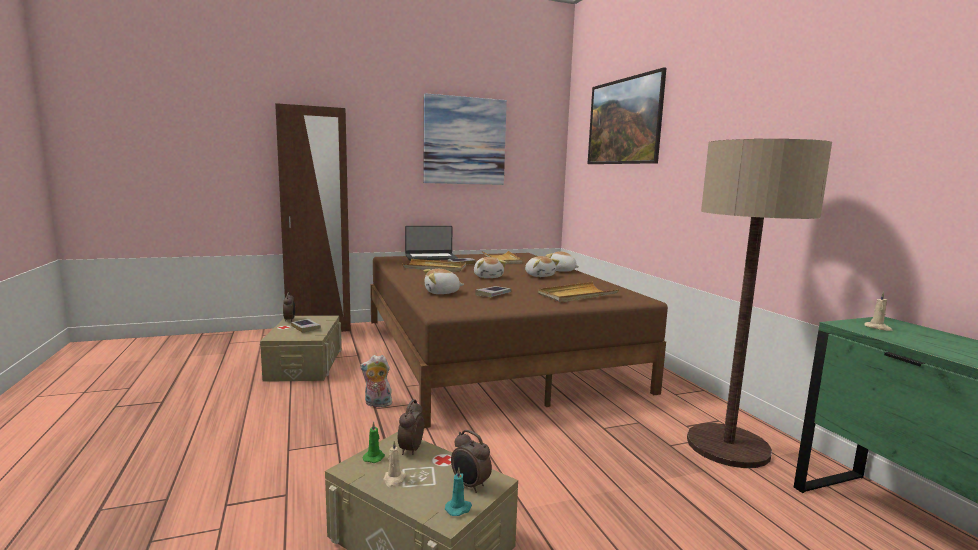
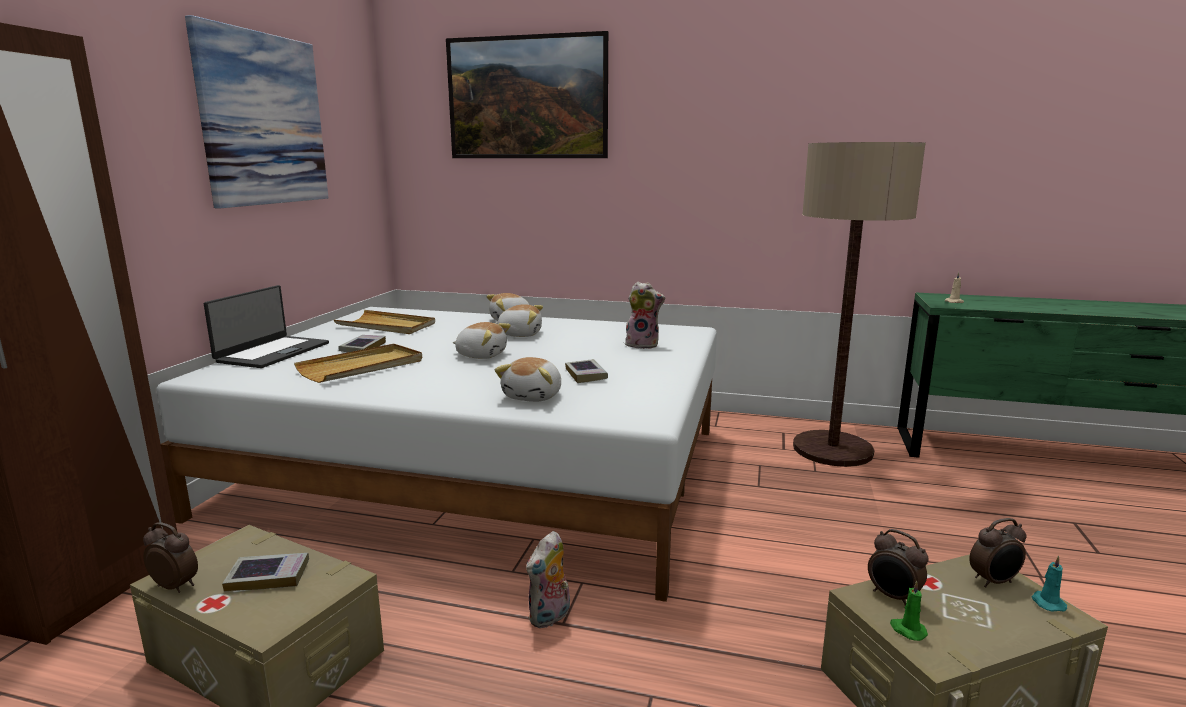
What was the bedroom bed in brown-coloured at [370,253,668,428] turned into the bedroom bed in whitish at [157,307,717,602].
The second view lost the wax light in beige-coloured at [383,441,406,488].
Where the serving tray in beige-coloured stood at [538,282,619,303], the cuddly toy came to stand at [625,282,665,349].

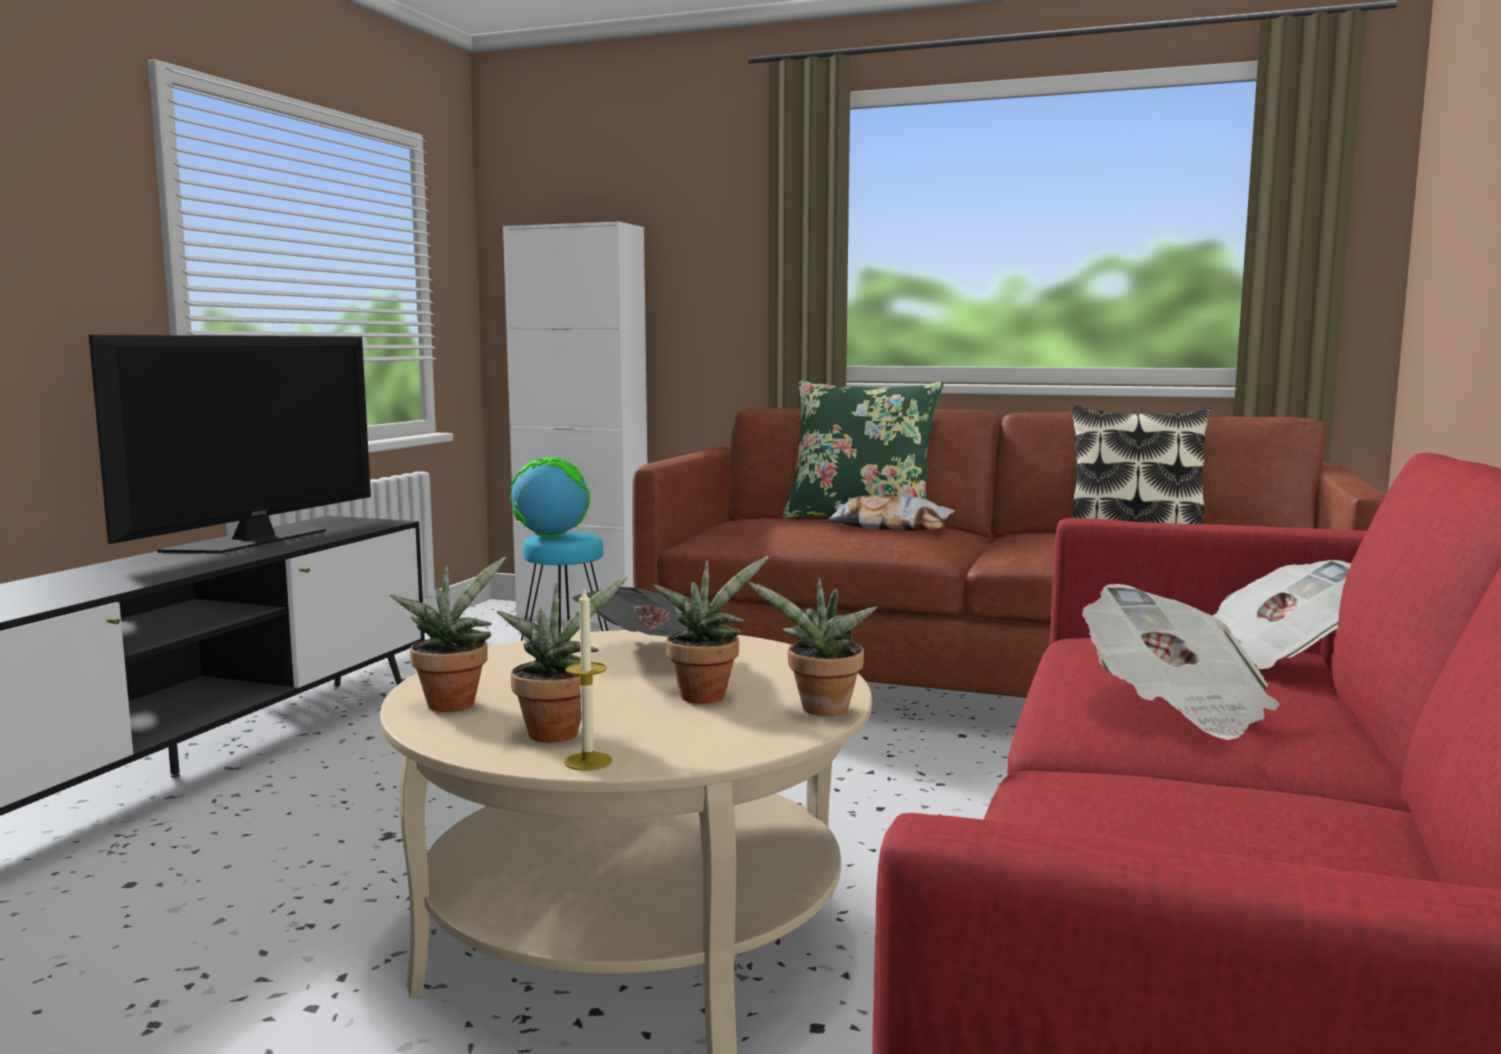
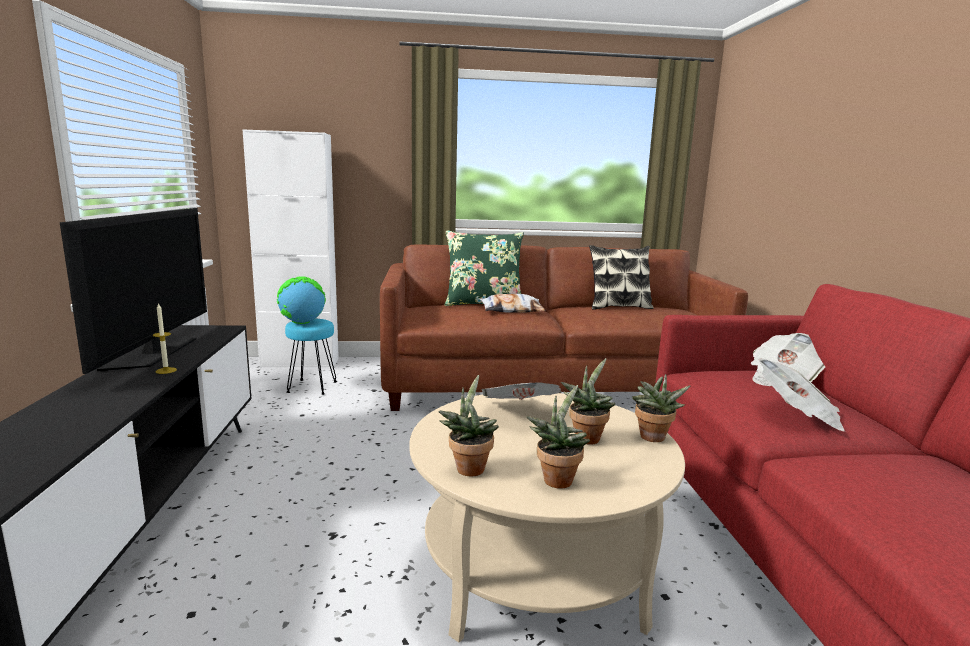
The wax light ended up elsewhere, having gone from [564,587,612,771] to [153,303,177,374].

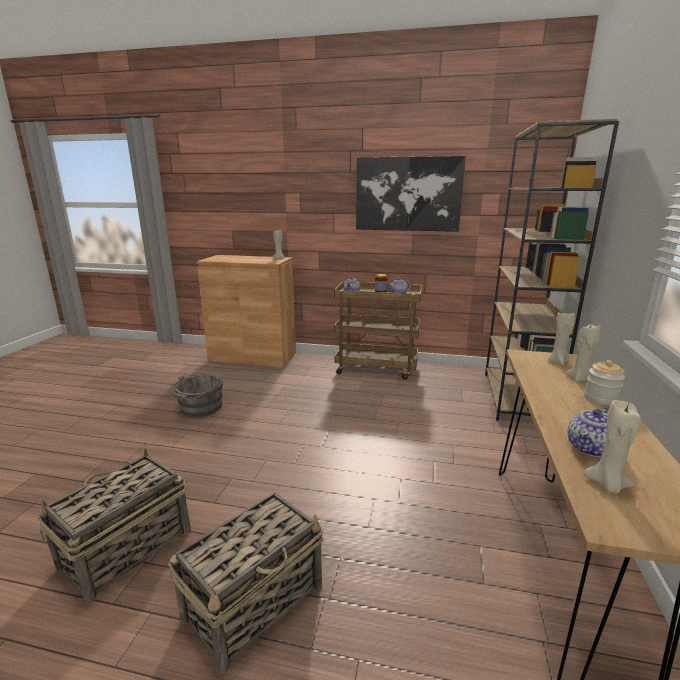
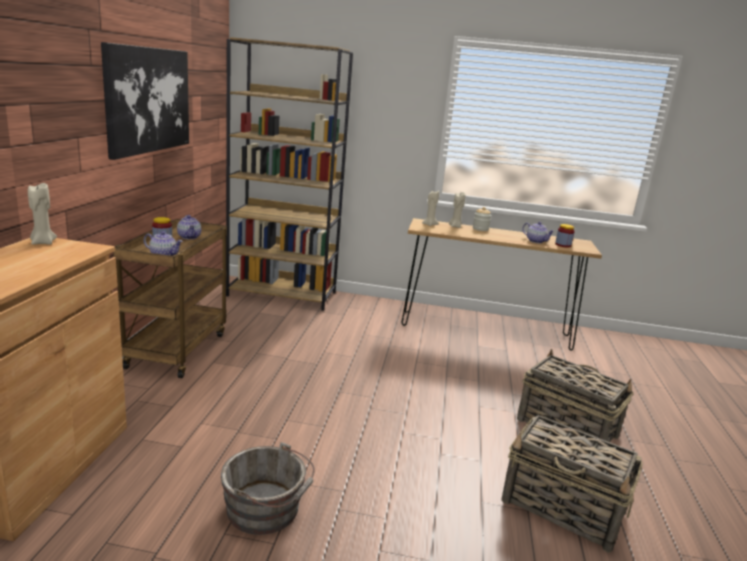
Where the wax light in beige-coloured stood at [583,400,641,493], the jar came to stand at [555,224,575,247].

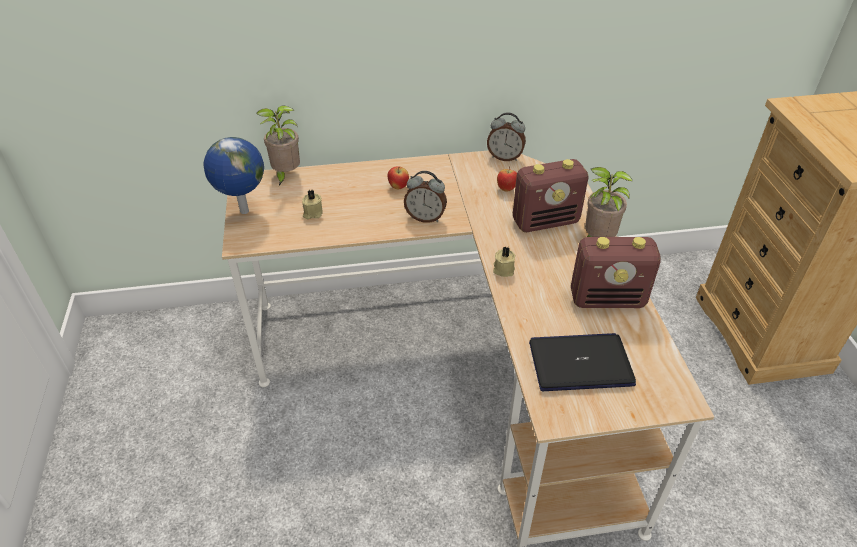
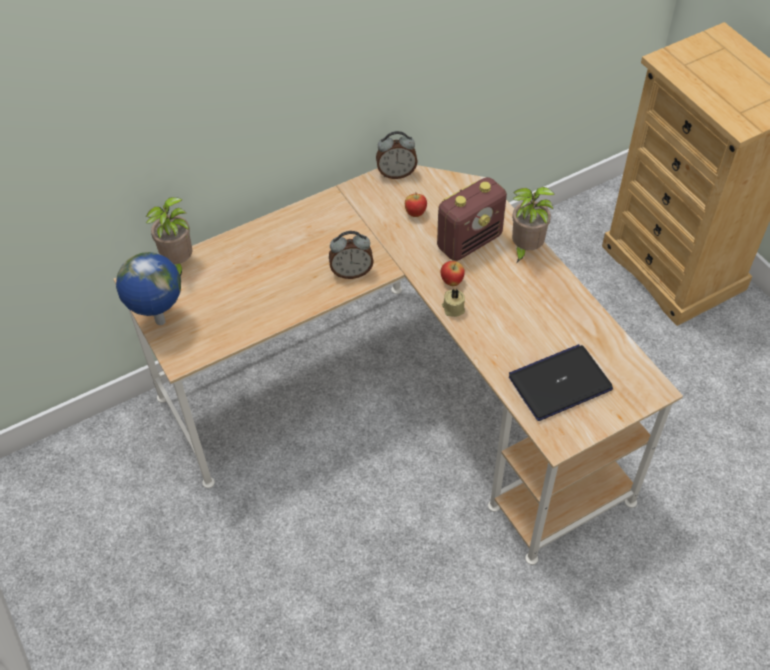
The second view lost the wax light in beige-coloured at [302,190,323,219].
The apple fruit ended up elsewhere, having gone from [388,166,409,189] to [441,261,465,286].
The second view lost the radio at [571,237,661,308].

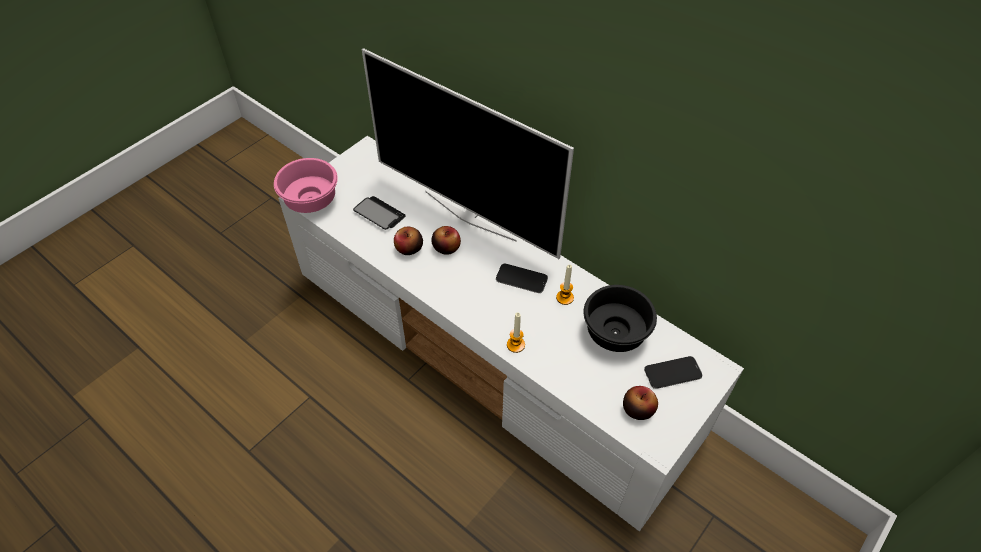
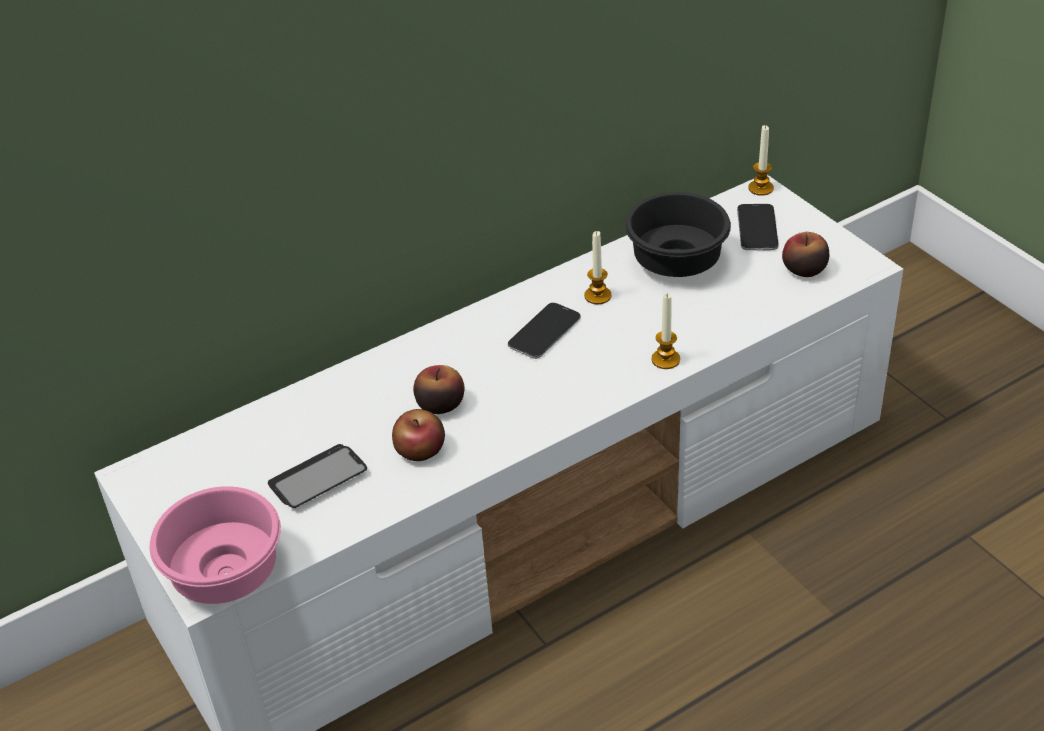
The second view lost the TV set at [362,48,574,259].
The second view gained the wax light at [749,125,774,196].

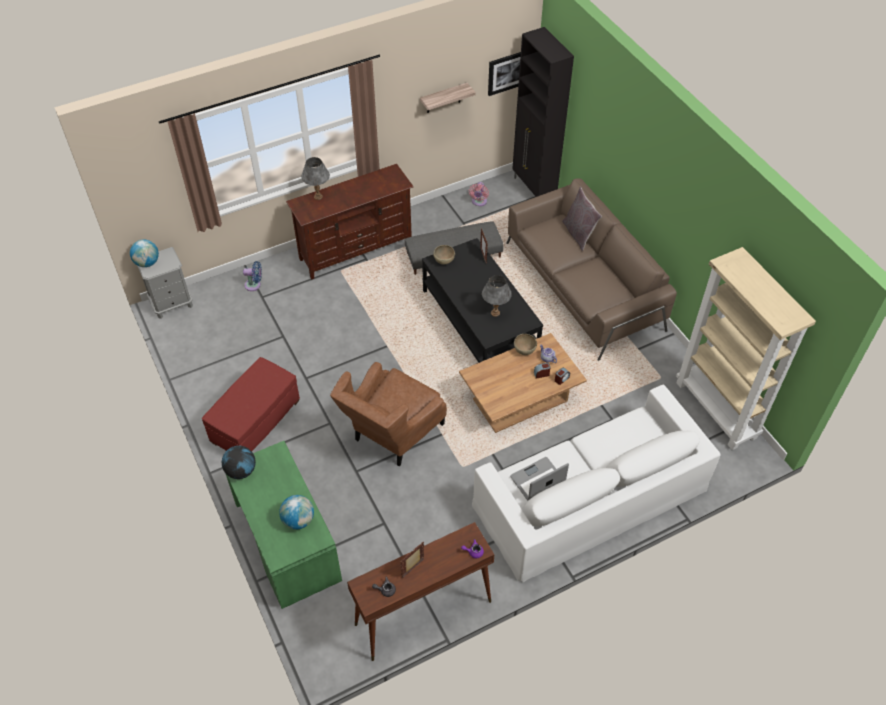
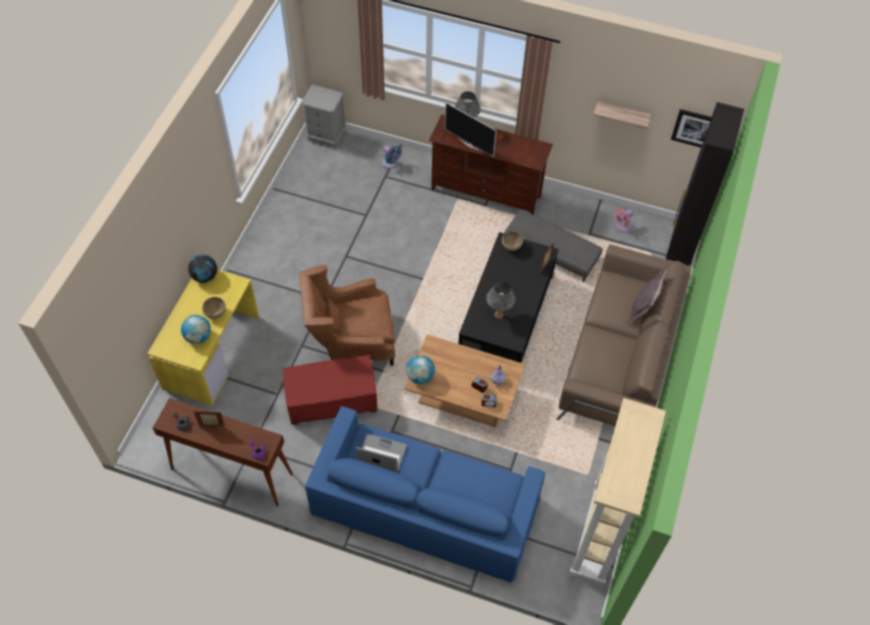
The globe ended up elsewhere, having gone from [130,239,159,267] to [406,355,435,384].
The footrest in reddish ended up elsewhere, having gone from [202,357,300,451] to [283,355,377,425].
What was the desk table in green-coloured at [226,441,342,609] turned into the desk table in yellow-coloured at [147,269,259,406].
What was the couch in whitish at [472,384,721,583] turned into the couch in bluish at [305,406,545,583].
The bowl in brown-coloured ended up elsewhere, having gone from [514,334,537,355] to [202,297,226,319].
The second view gained the TV set at [445,102,497,157].

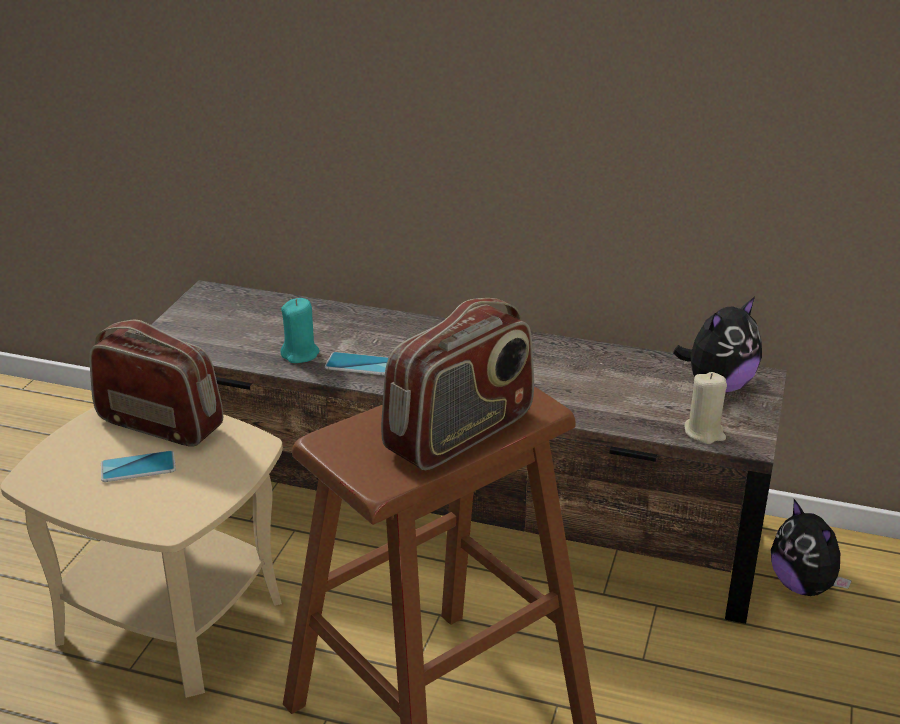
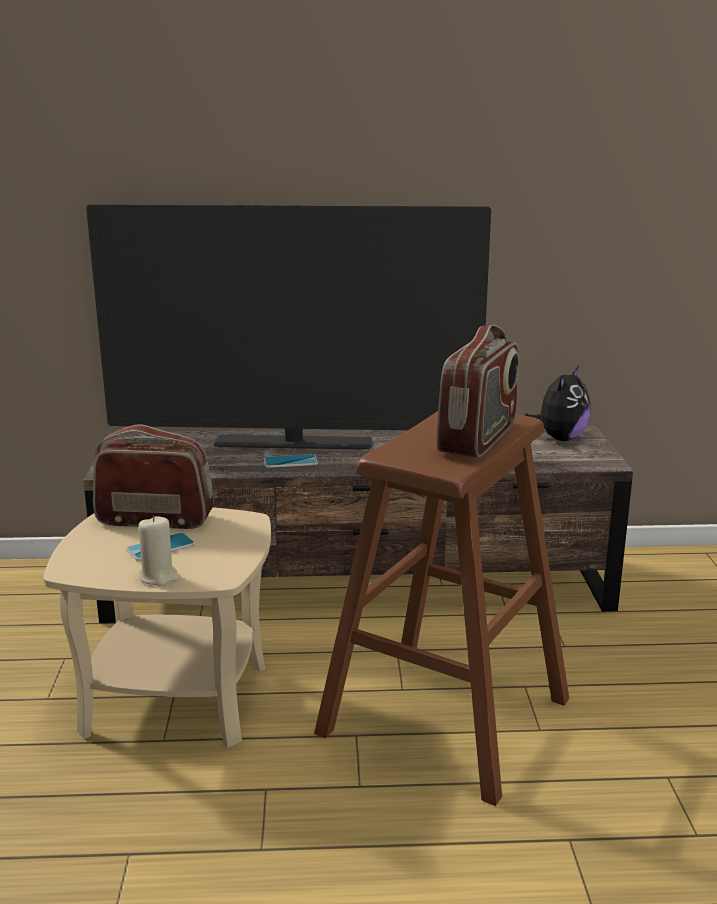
The second view lost the wax light in blue-green at [280,298,320,363].
The wax light in beige-coloured ended up elsewhere, having gone from [685,372,727,444] to [138,516,179,586].
The second view lost the cuddly toy at [771,499,852,596].
The second view gained the TV set at [86,204,491,449].

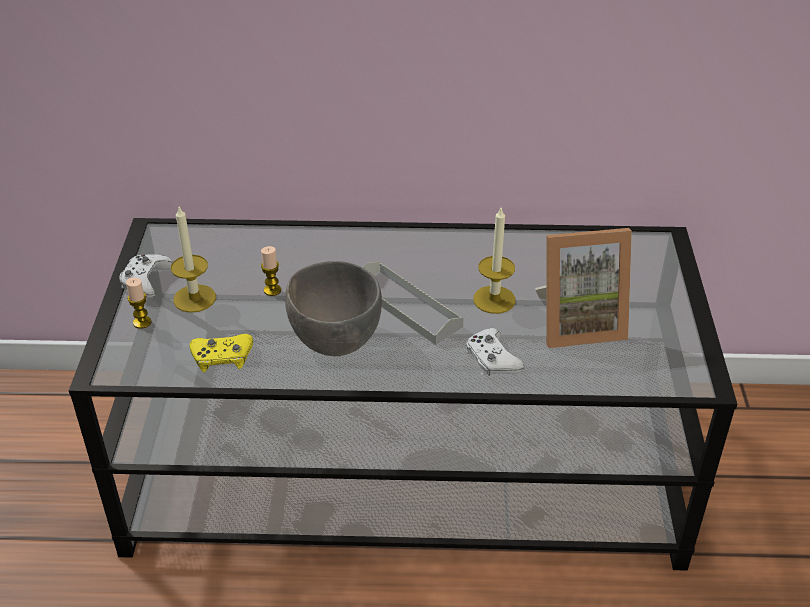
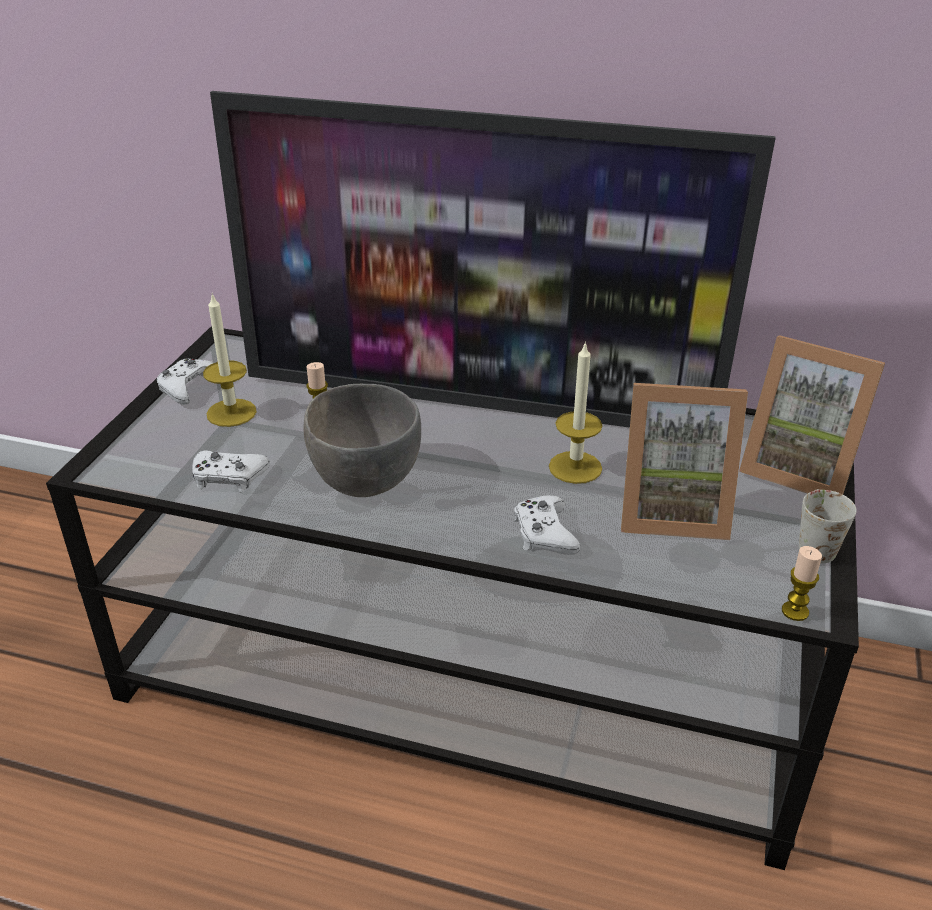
The wax light ended up elsewhere, having gone from [126,278,152,329] to [782,546,822,621].
What was the game controller in yellow-coloured at [189,334,253,372] turned into the game controller in whitish at [192,450,270,493].
The second view lost the serving tray in gray at [362,261,464,345].
The second view gained the TV set at [210,91,776,428].
The second view gained the photo frame at [739,335,885,494].
The second view gained the coffee mug in whitish at [799,489,856,563].

